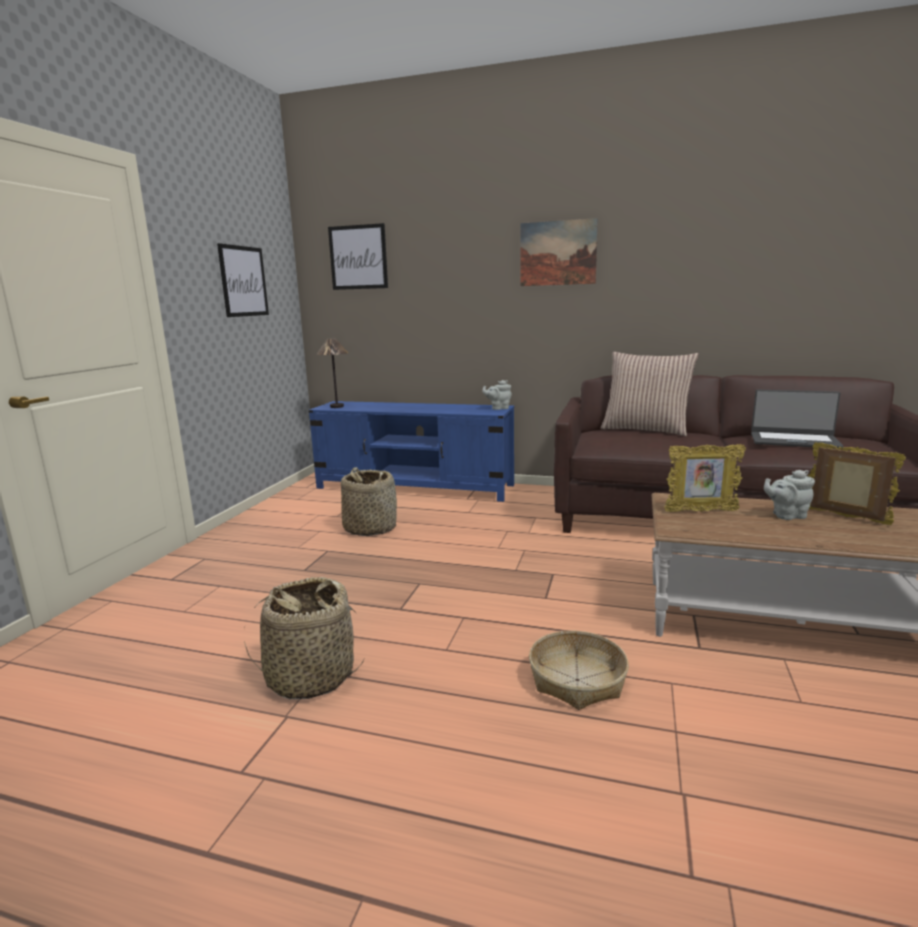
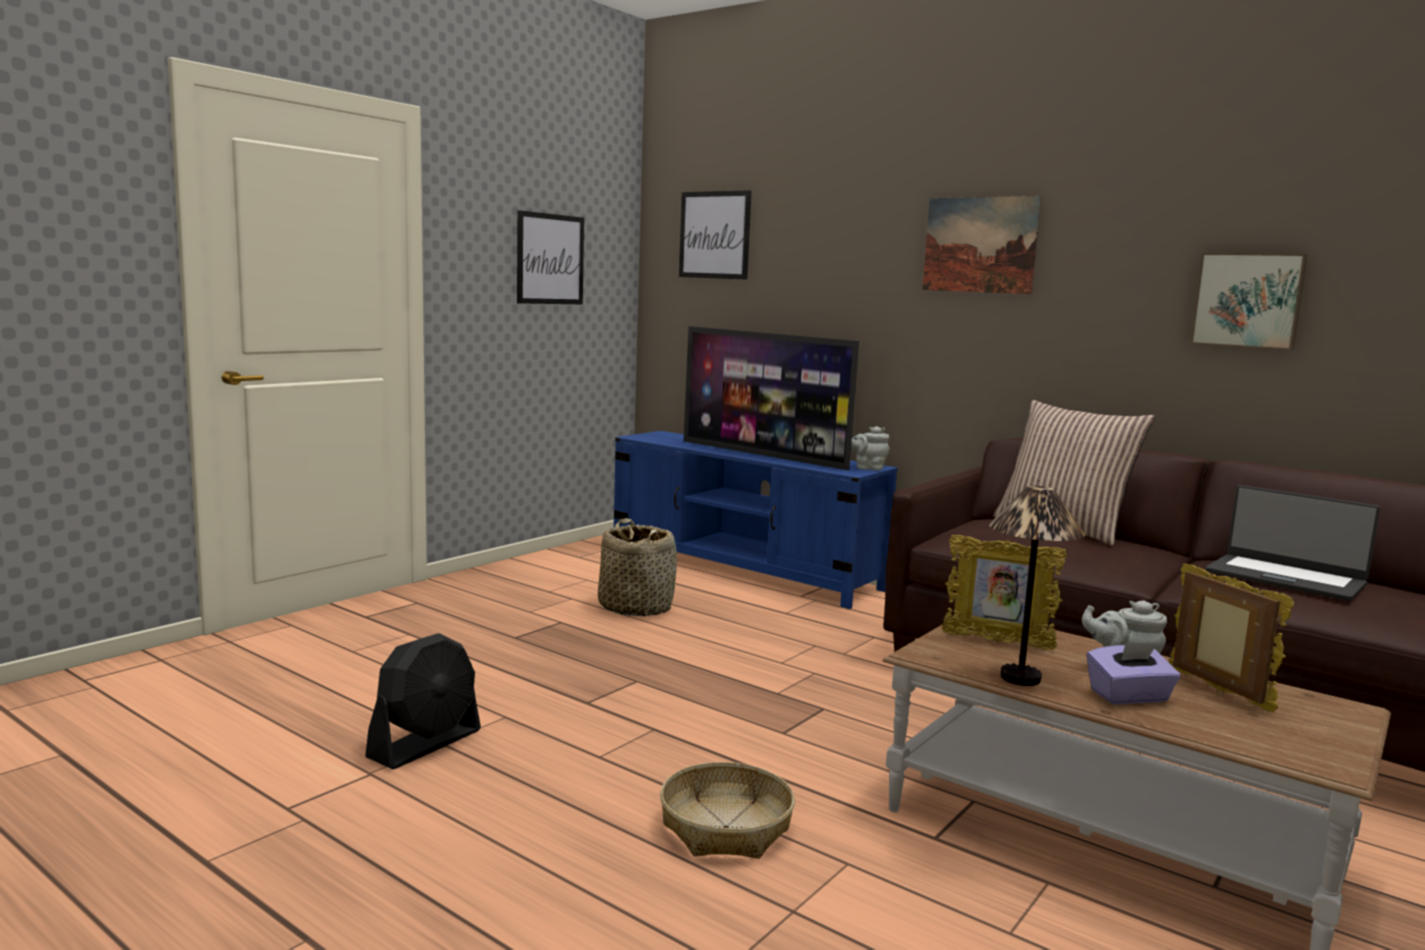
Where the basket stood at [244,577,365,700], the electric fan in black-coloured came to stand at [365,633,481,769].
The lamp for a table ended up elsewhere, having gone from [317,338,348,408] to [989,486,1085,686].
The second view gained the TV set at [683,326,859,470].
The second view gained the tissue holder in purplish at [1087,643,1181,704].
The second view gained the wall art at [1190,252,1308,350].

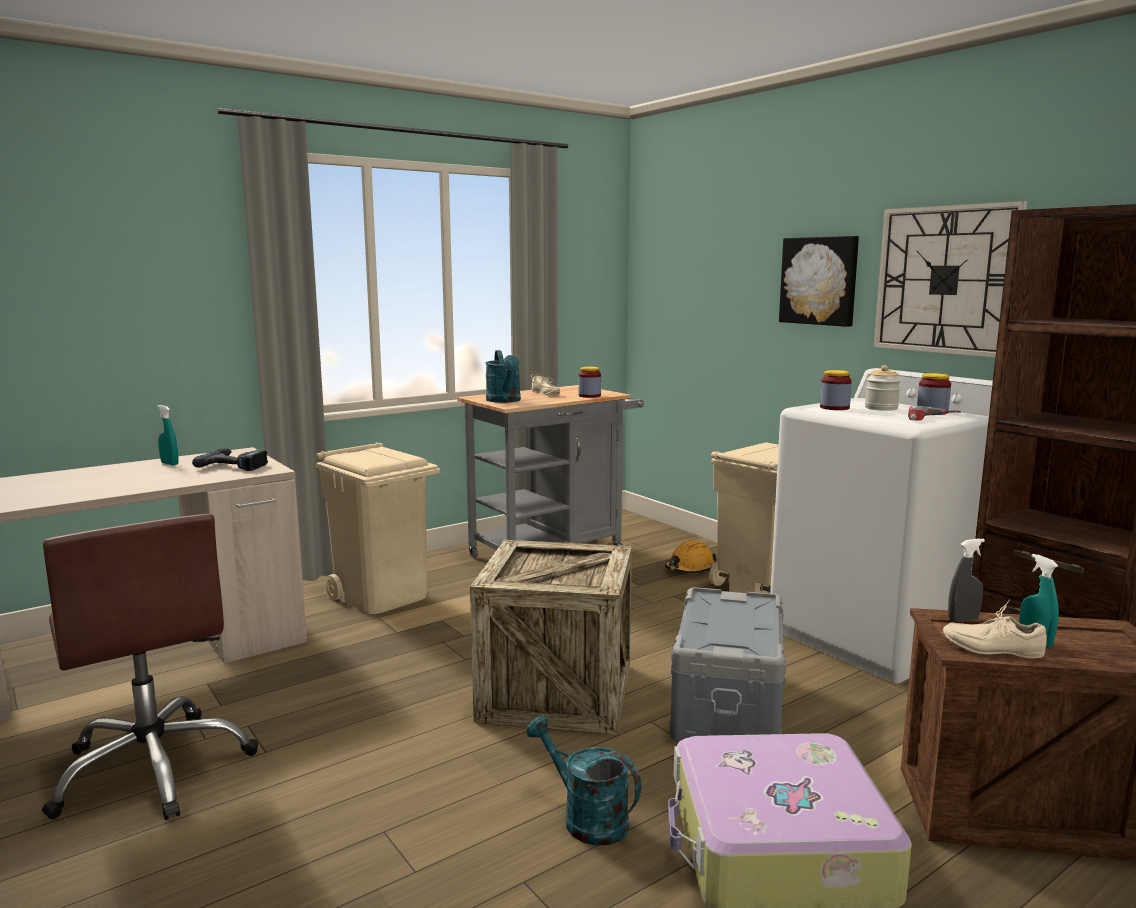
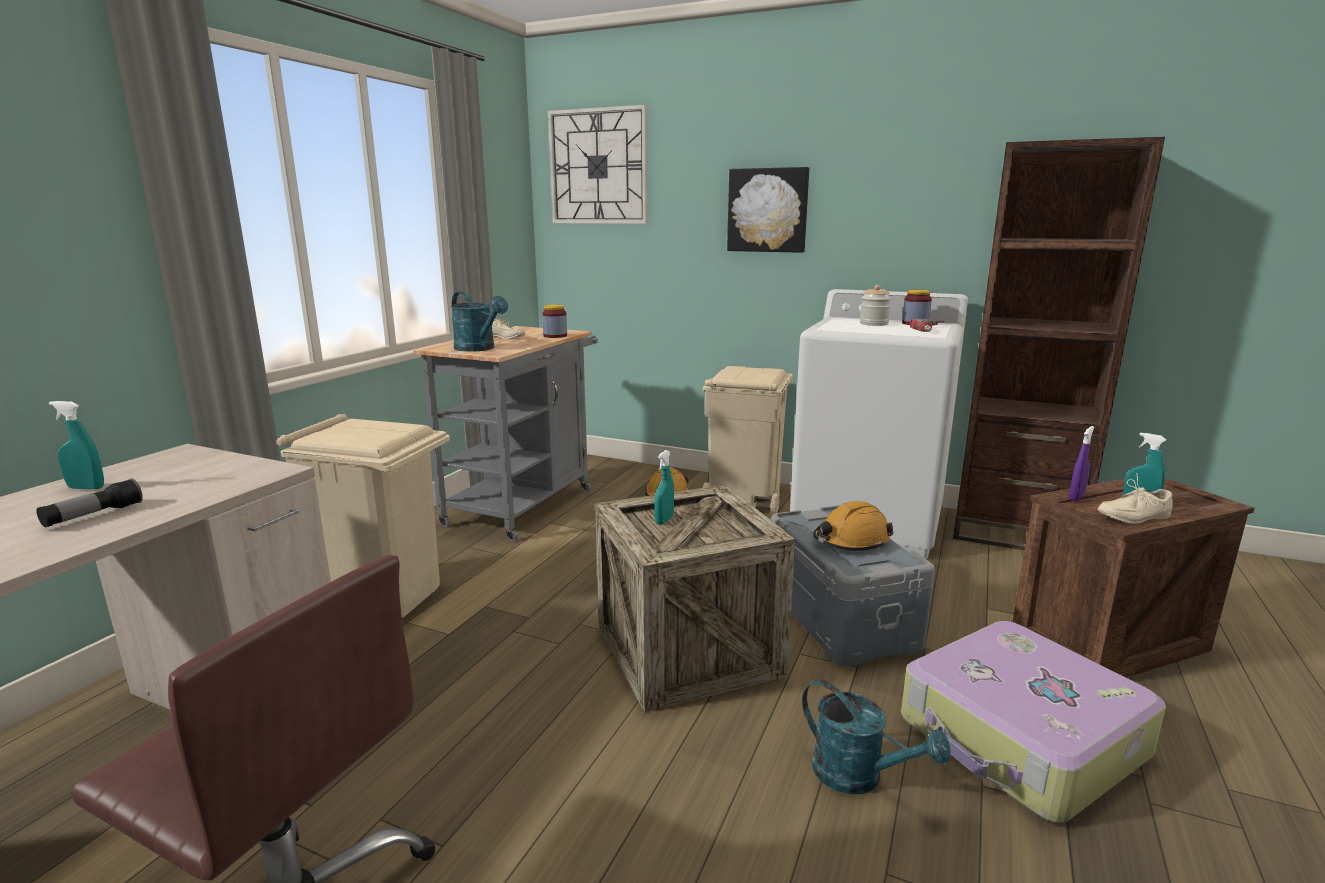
The second view lost the power drill at [192,448,268,471].
The sprinkling can in blue-green at [526,715,641,845] ended up facing another way, 150 degrees counterclockwise from before.
The second view lost the jar at [820,370,852,410].
The wall clock ended up elsewhere, having gone from [873,201,1027,358] to [548,105,648,224].
What was the hand sprayer in gray at [948,538,985,622] turned into the hand sprayer in purplish at [1069,426,1094,501].
The second view gained the hand torch at [36,478,143,527].
The second view gained the hand sprayer in blue-green at [654,450,674,525].
The second view gained the safety helmet in orangey at [813,501,894,551].

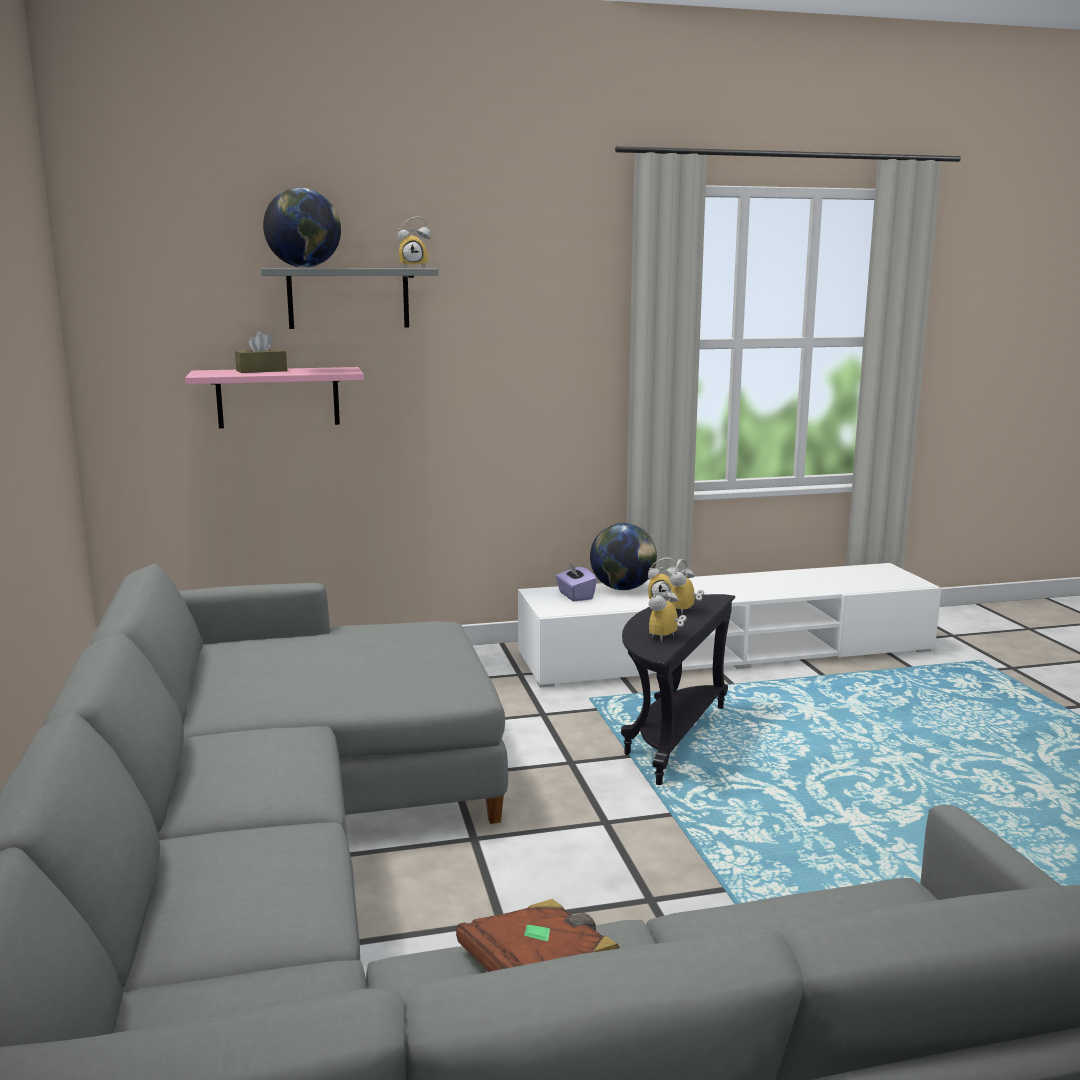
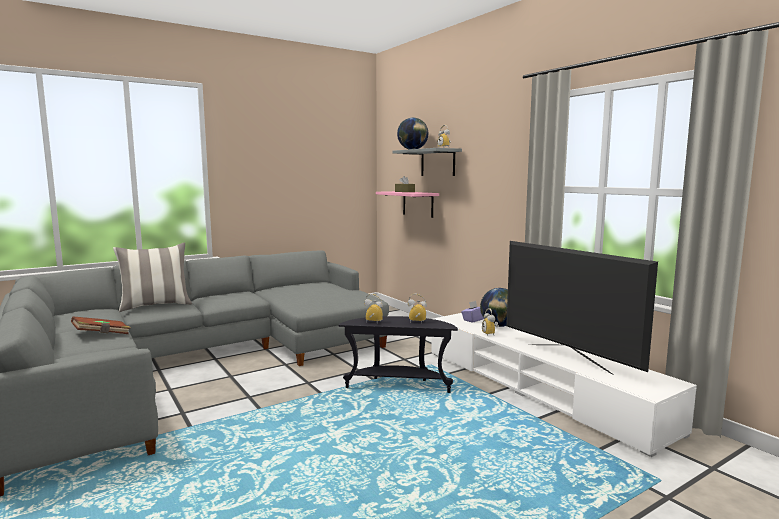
The second view gained the throw pillow at [113,242,192,312].
The second view gained the TV set at [506,241,658,374].

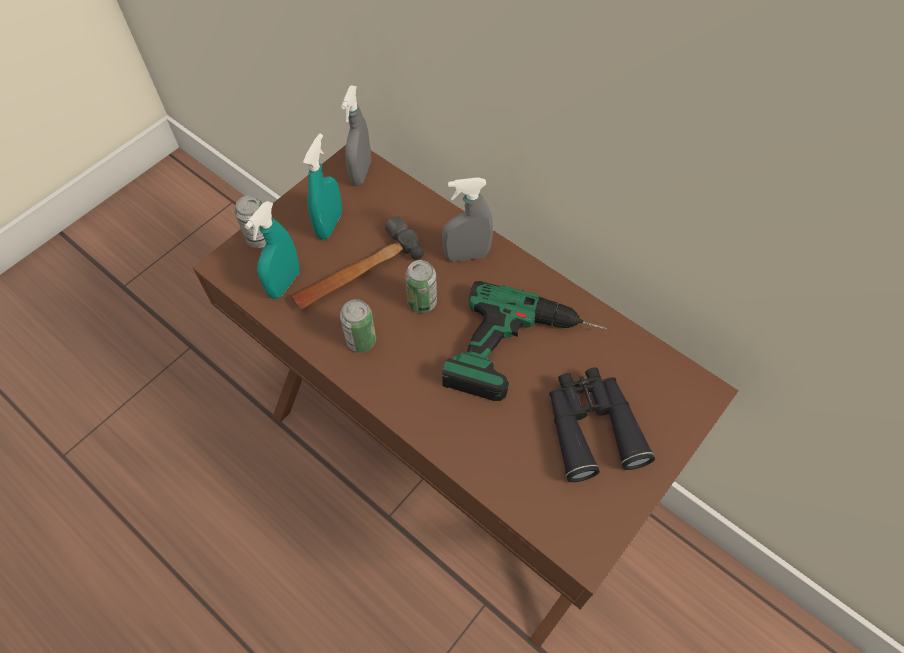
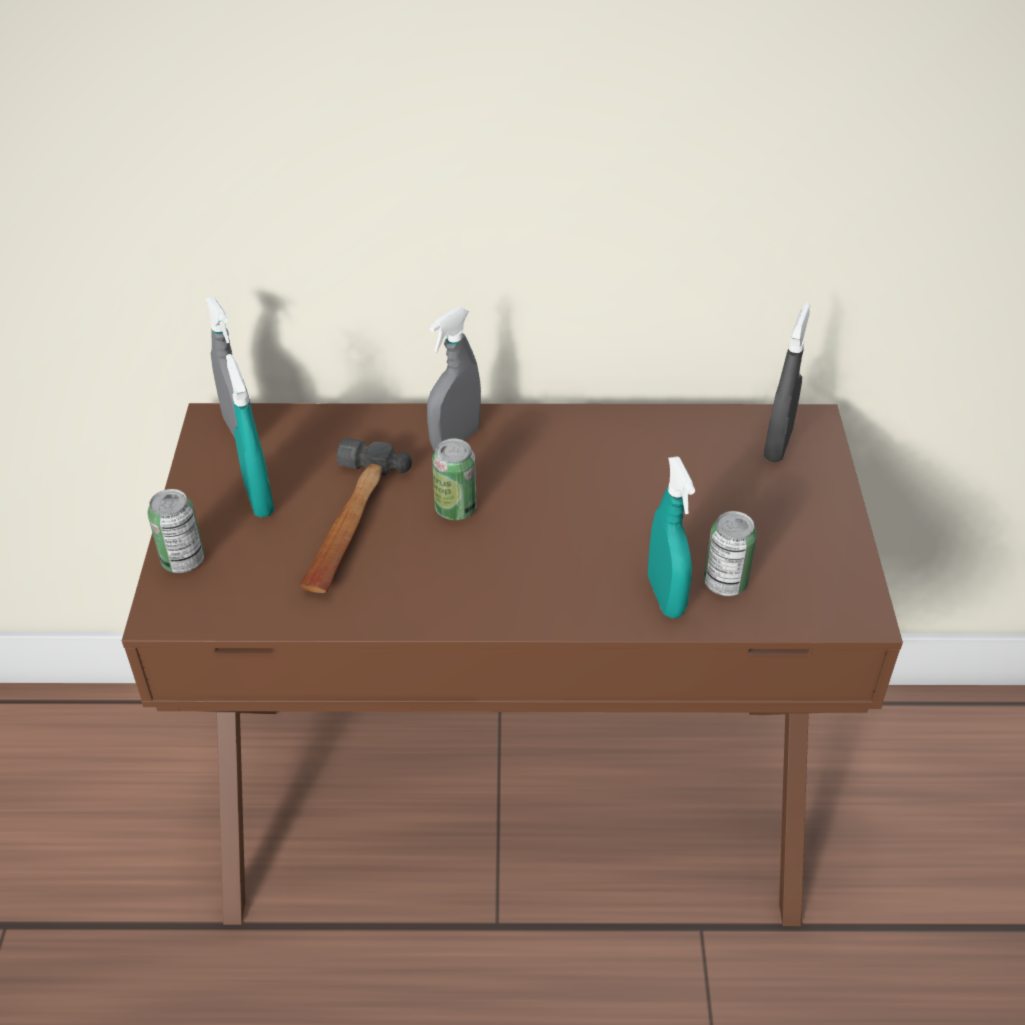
The hand sprayer in blue-green ended up elsewhere, having gone from [245,201,300,299] to [648,456,695,618].
The metal can ended up elsewhere, having gone from [340,299,376,352] to [704,511,757,596].
The second view lost the power drill at [442,281,607,401].
The second view lost the binoculars in black-coloured at [549,367,655,482].
The second view gained the hand sprayer in gray at [763,303,811,462].

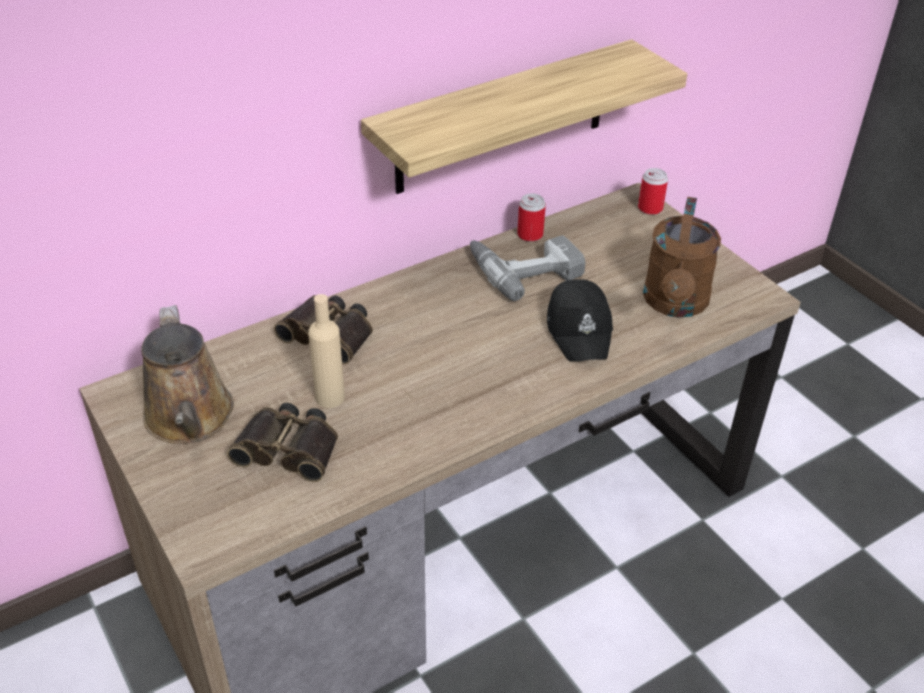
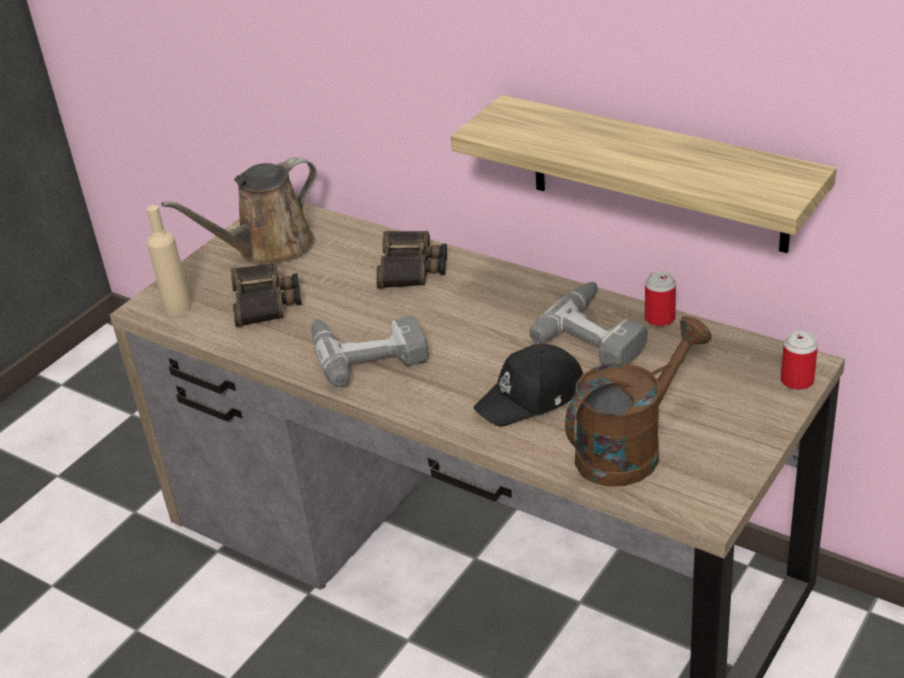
The drink bottle in beige-coloured ended up elsewhere, having gone from [308,294,345,408] to [146,205,191,316].
The sprinkling can in brown-coloured at [643,197,721,318] ended up facing another way, 150 degrees clockwise from before.
The second view gained the power drill at [311,315,429,388].

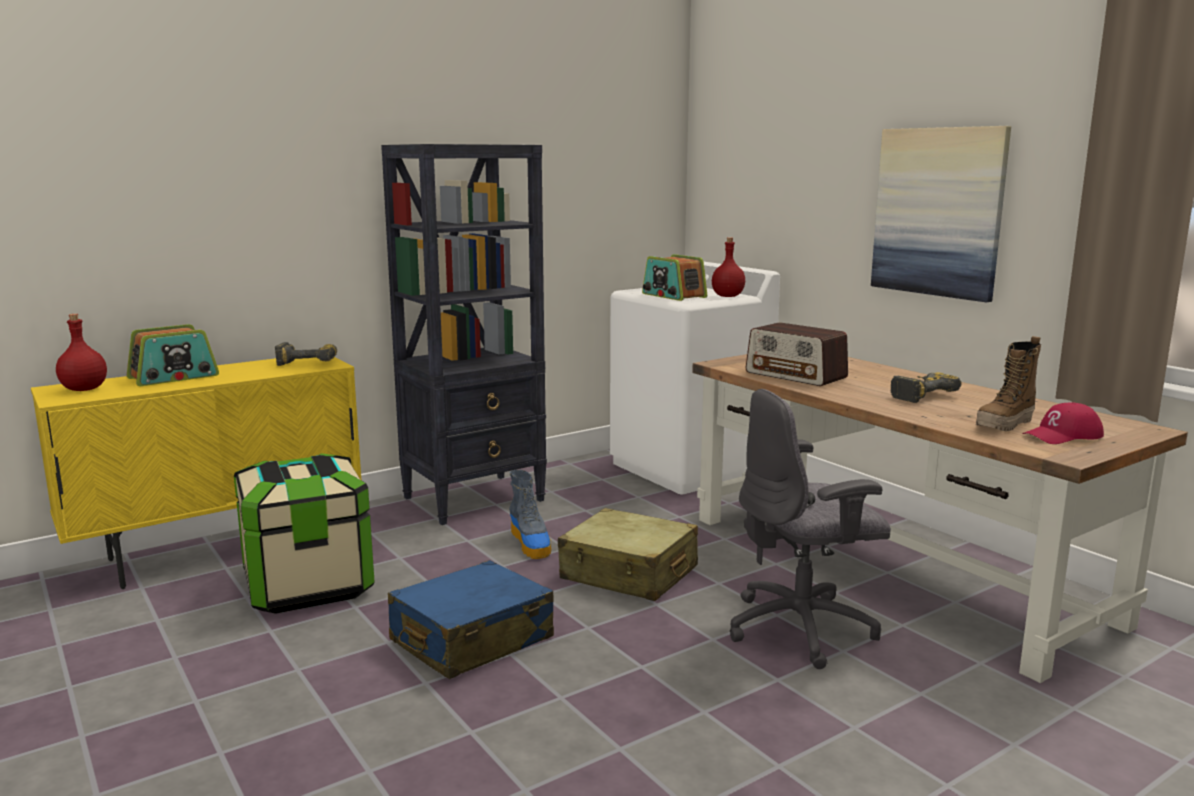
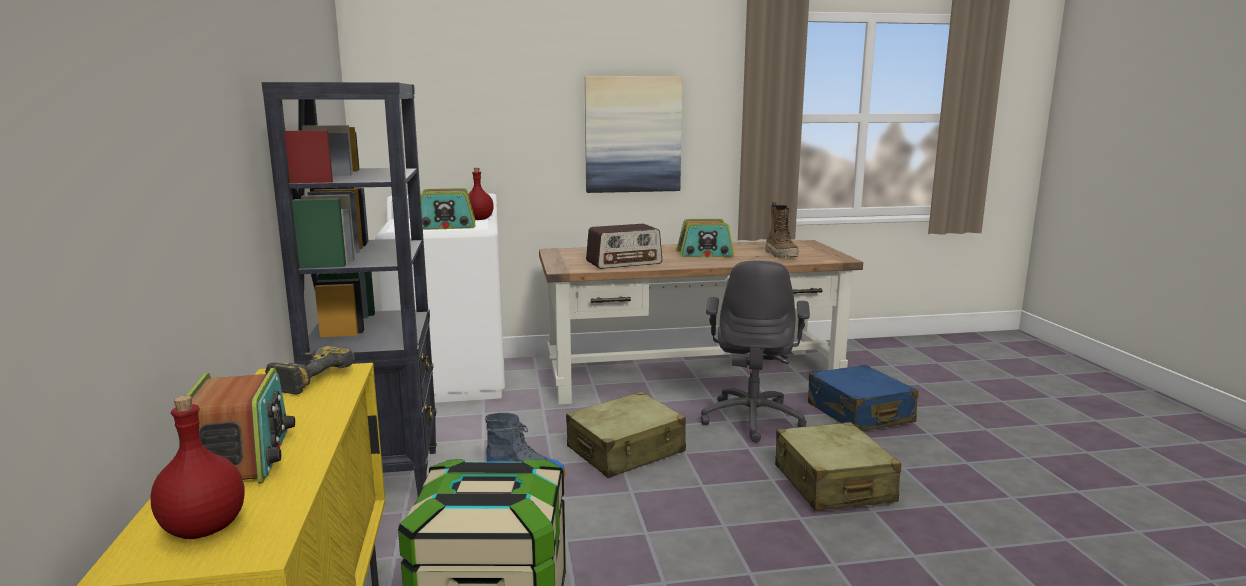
The suitcase in bluish ended up elsewhere, having gone from [388,560,554,679] to [808,365,919,431].
Where the power drill stood at [891,372,962,403], the radio came to stand at [677,219,734,257].
The second view lost the peaked cap in reddish at [1023,402,1104,444].
The second view gained the suitcase in beige-coloured at [775,422,901,511].

